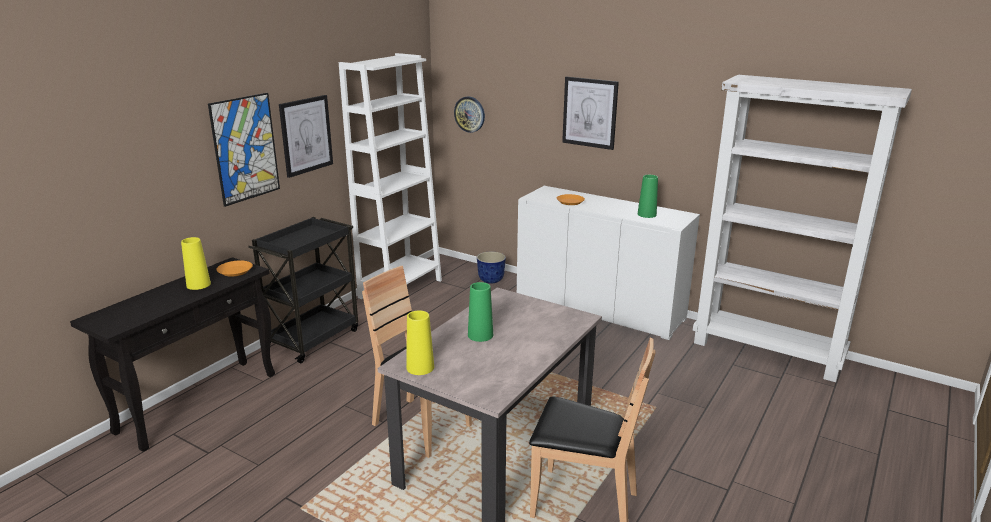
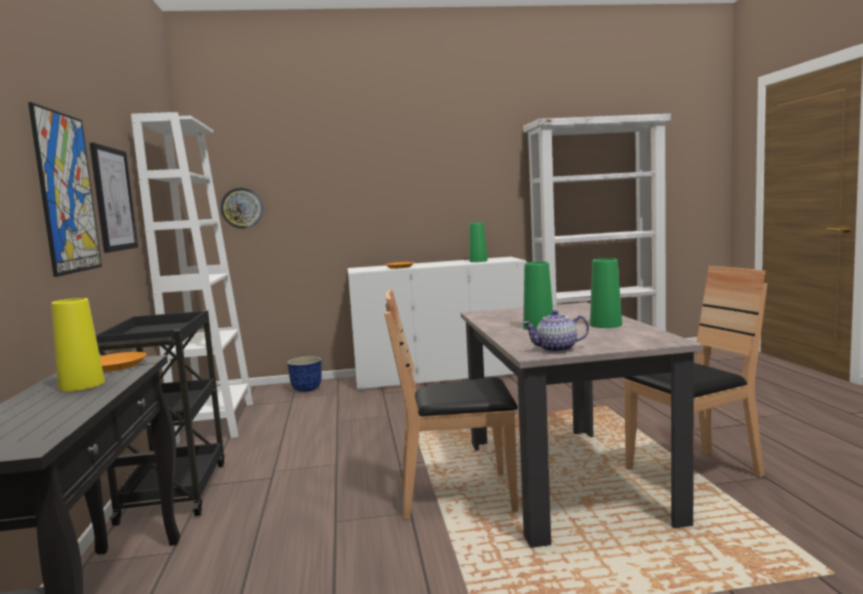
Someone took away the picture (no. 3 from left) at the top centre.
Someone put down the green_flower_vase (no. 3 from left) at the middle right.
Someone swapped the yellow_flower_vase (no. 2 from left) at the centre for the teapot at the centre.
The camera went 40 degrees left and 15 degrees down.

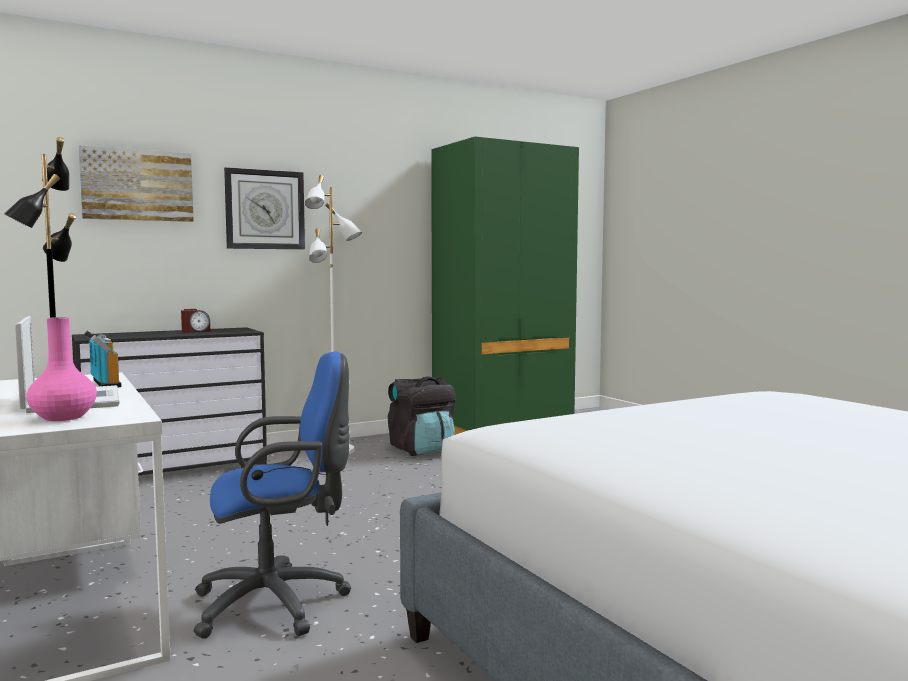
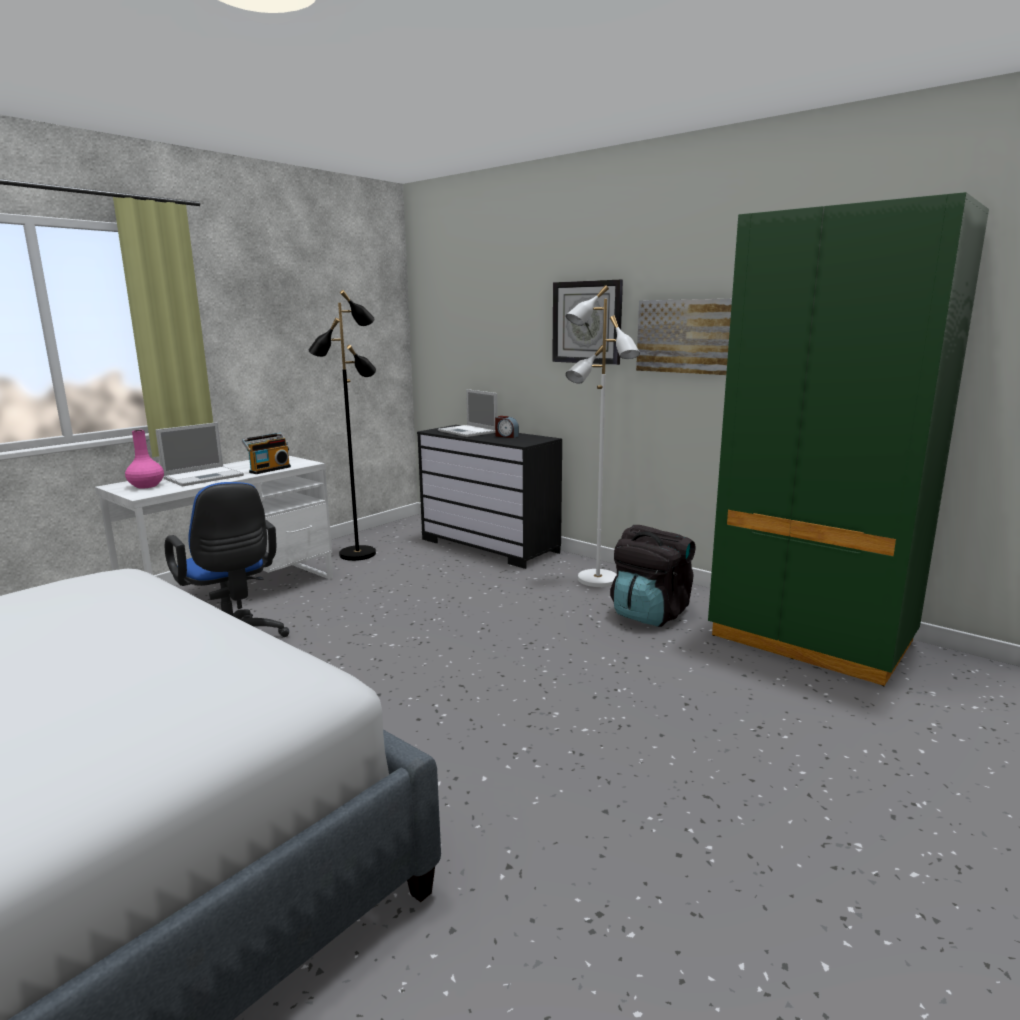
Someone put down the laptop (no. 2 from left) at the centre.
Someone carried the picture from the top left to the top right.
The camera went 70 degrees right and 10 degrees up.

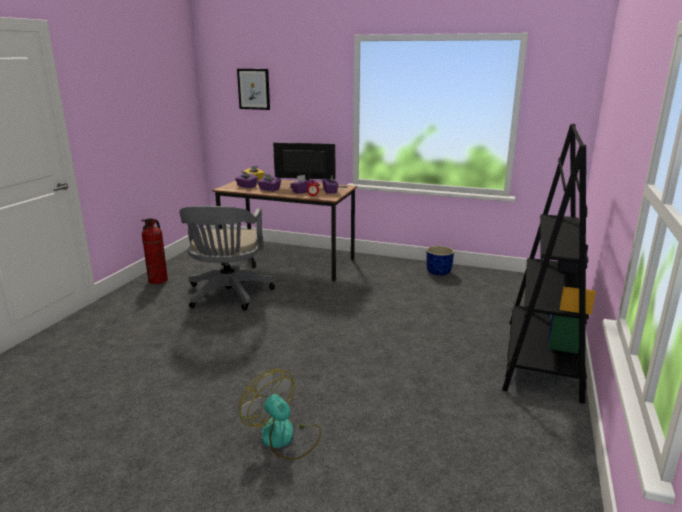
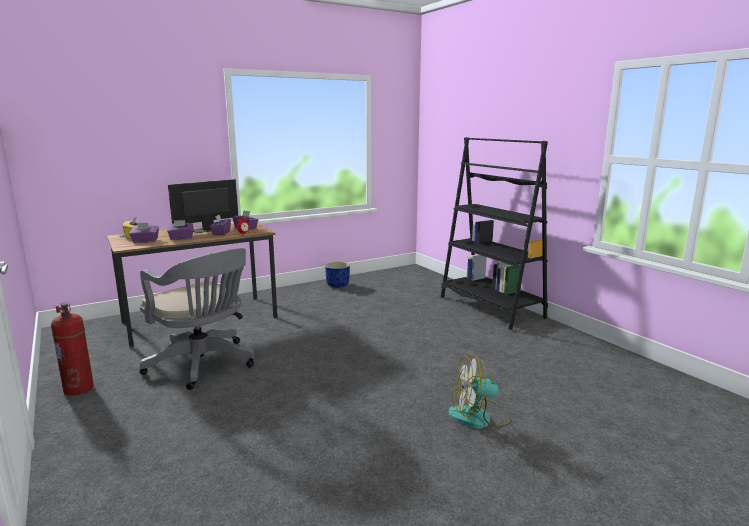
Someone took away the picture at the top centre.
The camera went 50 degrees left and 5 degrees down.

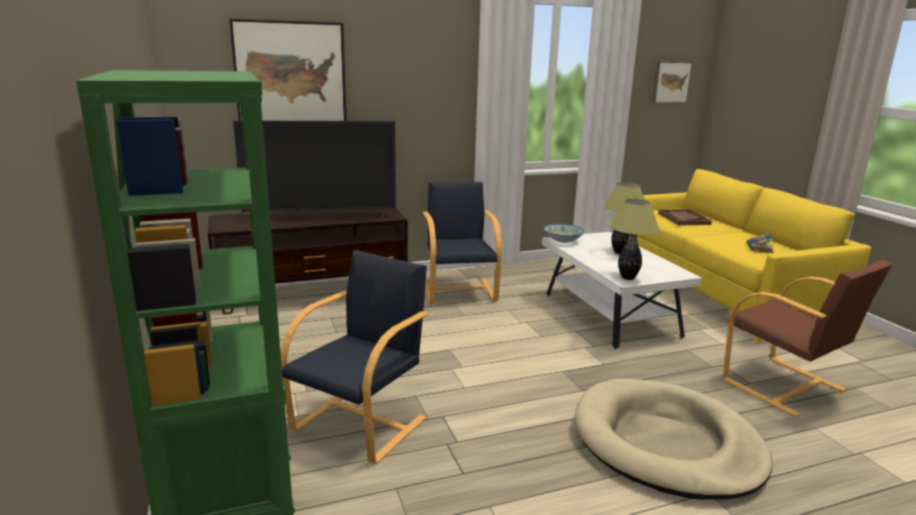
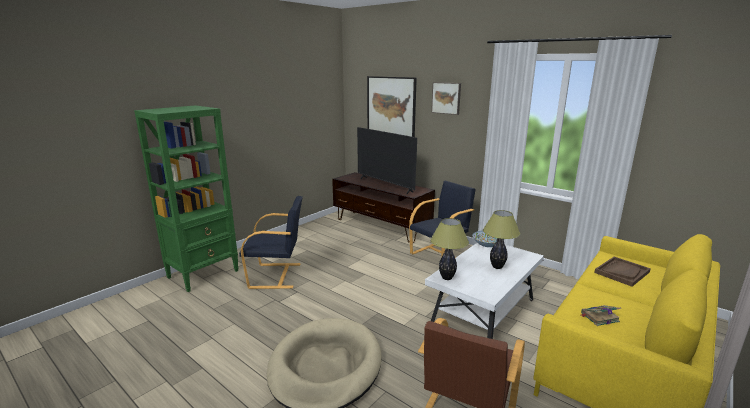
Someone carried the picture (no. 2 from left) from the top right to the top centre.
The camera went 60 degrees right and 0 degrees up.

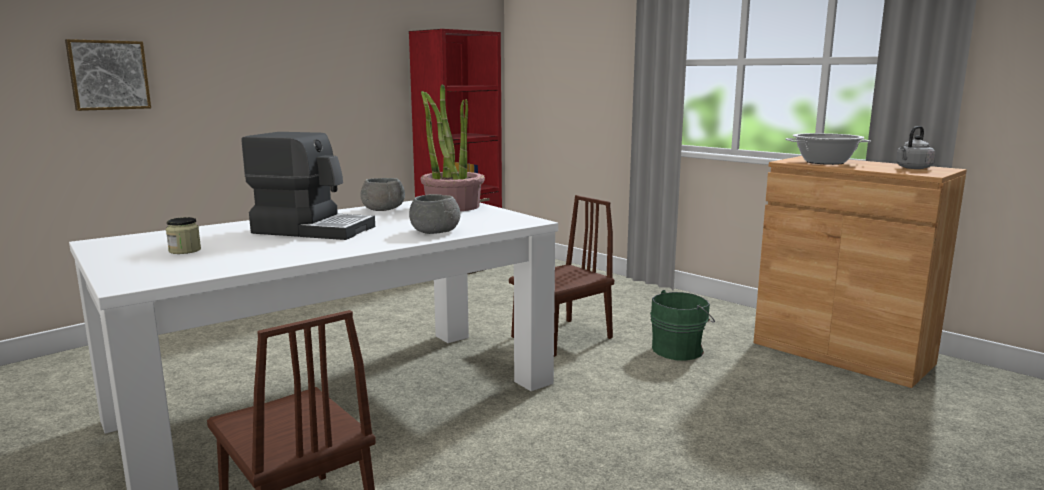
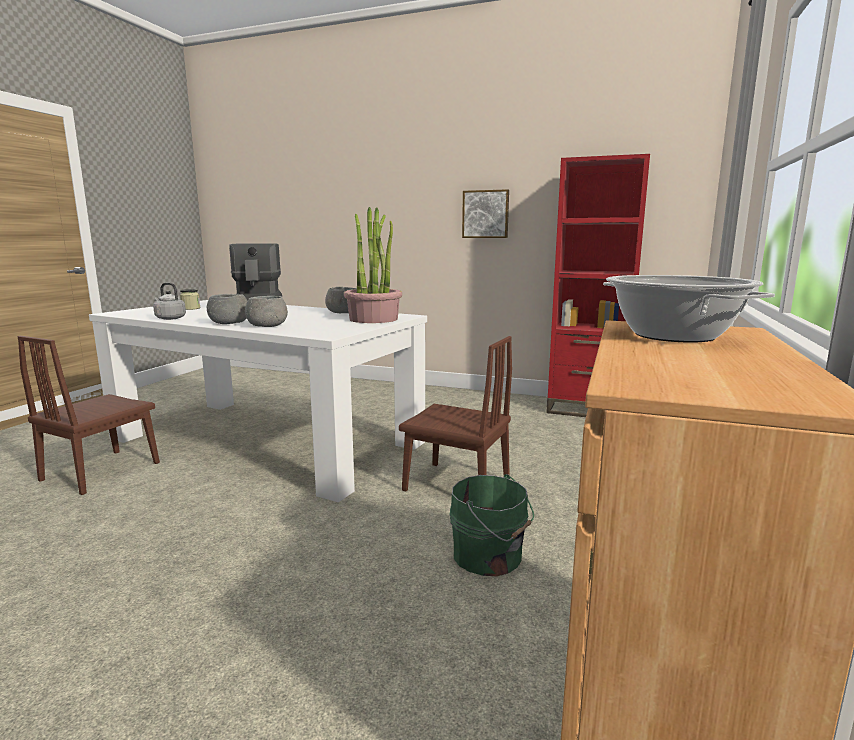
Someone put down the greyish_serving_bowl (no. 1 from left) at the middle left.
Someone carried the picture from the top left to the top centre.
Someone carried the greyish_water_kettle from the top right to the middle left.
The camera went 65 degrees right and 0 degrees up.

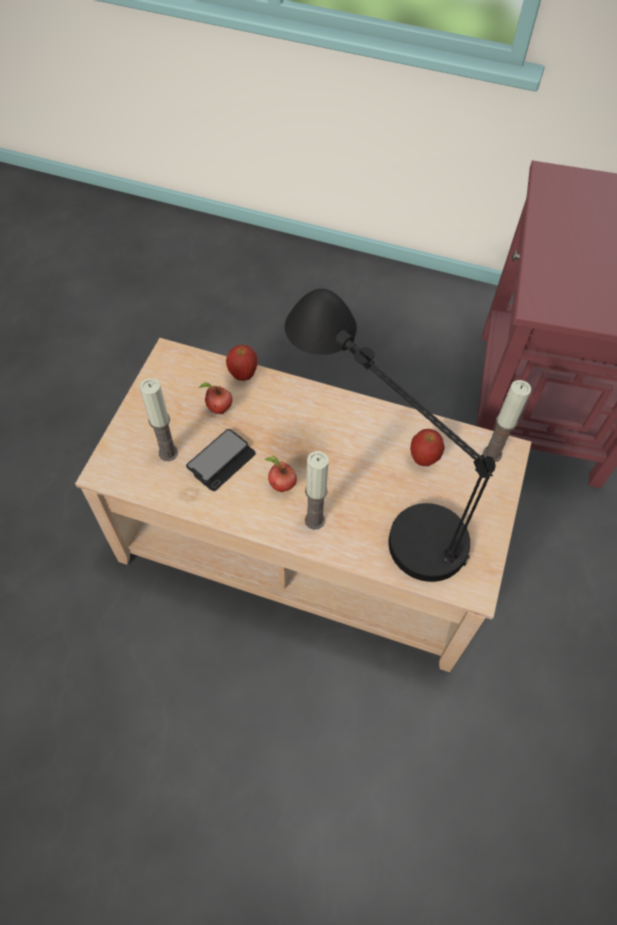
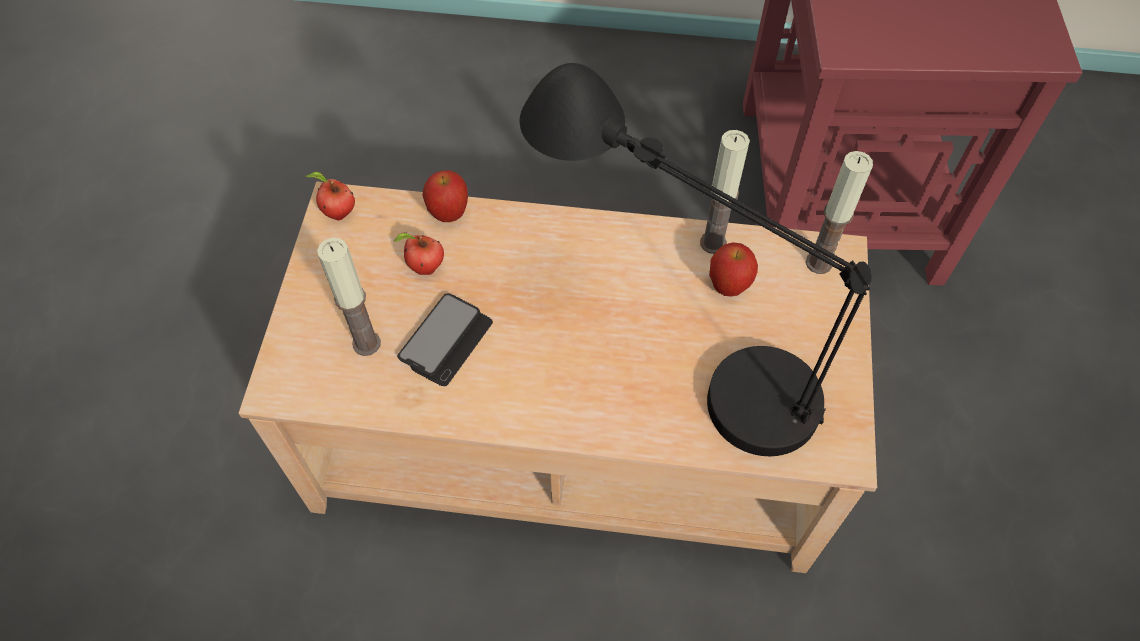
Someone carried the apple_fruit (no. 3 from left in the first image) from the centre to the top left.
Someone carried the candle (no. 2 from left) from the centre to the top centre.
The camera went 10 degrees left and 0 degrees up.

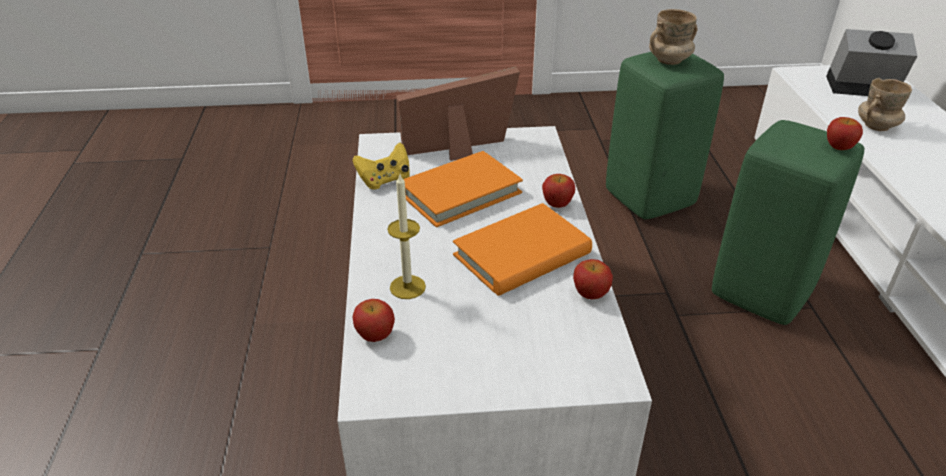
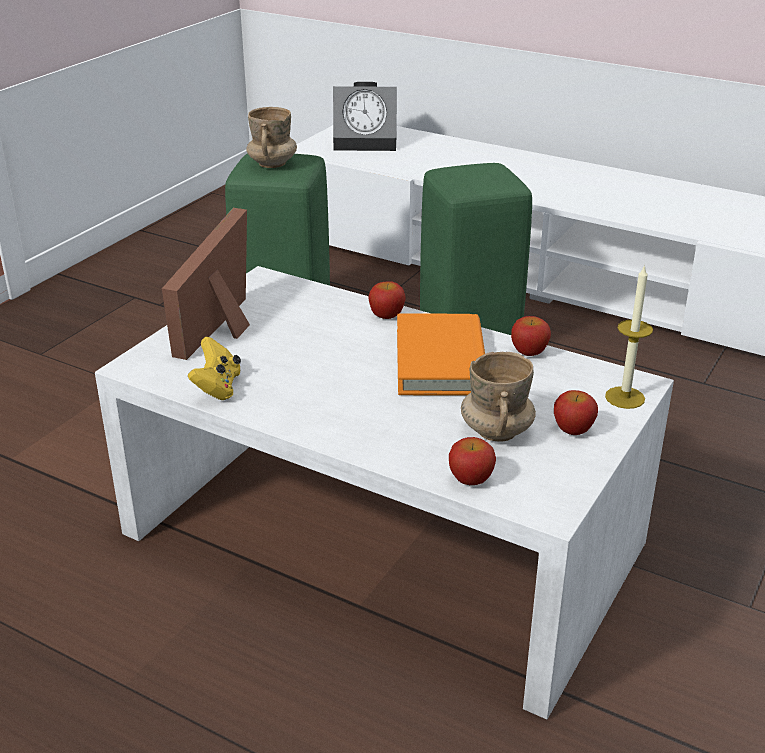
Someone took away the orange-coloured_volume (no. 1 from left) at the centre.
Someone carried the candle from the centre to the middle right.
Someone carried the apple_fruit (no. 4 from left) from the top right to the middle right.
Someone carried the sand-coloured_mug (no. 2 from left) from the top right to the centre.
Someone rotated the table_clock at the top right by 135 degrees counterclockwise.
The camera went 55 degrees left and 5 degrees down.

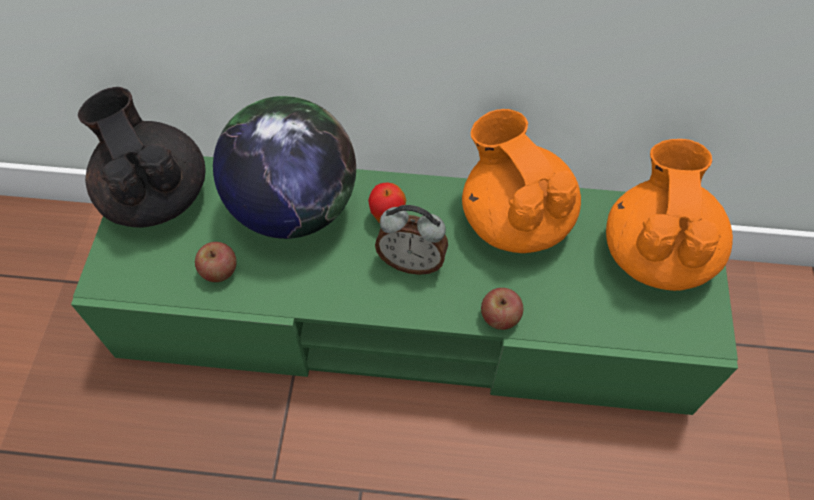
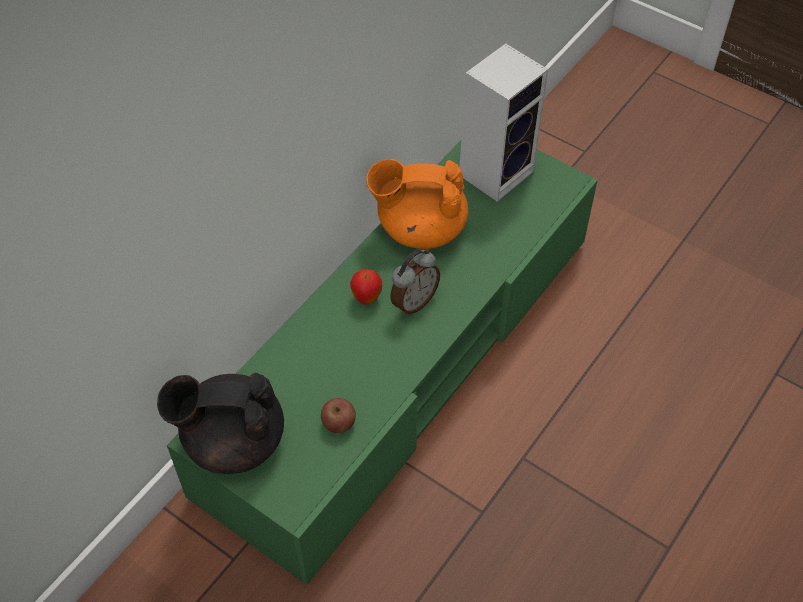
Someone took away the world_globe at the centre.
Someone took away the apple_fruit (no. 3 from left) at the centre.
Someone swapped the orange-coloured_teapot (no. 2 from left) at the middle right for the speaker at the top centre.
The camera went 60 degrees left and 5 degrees down.

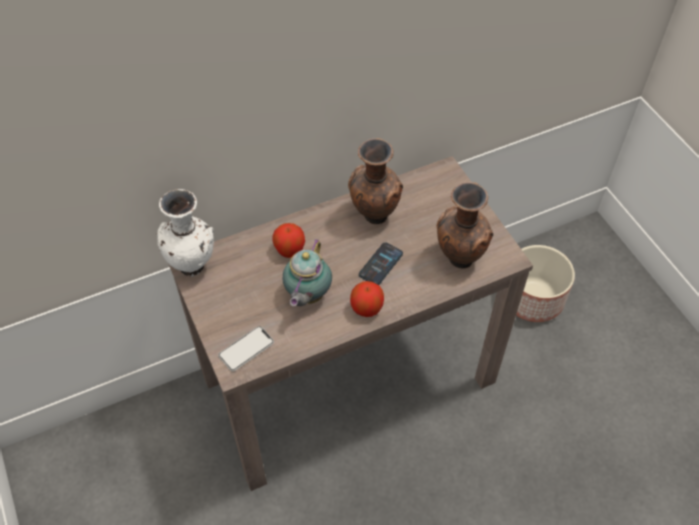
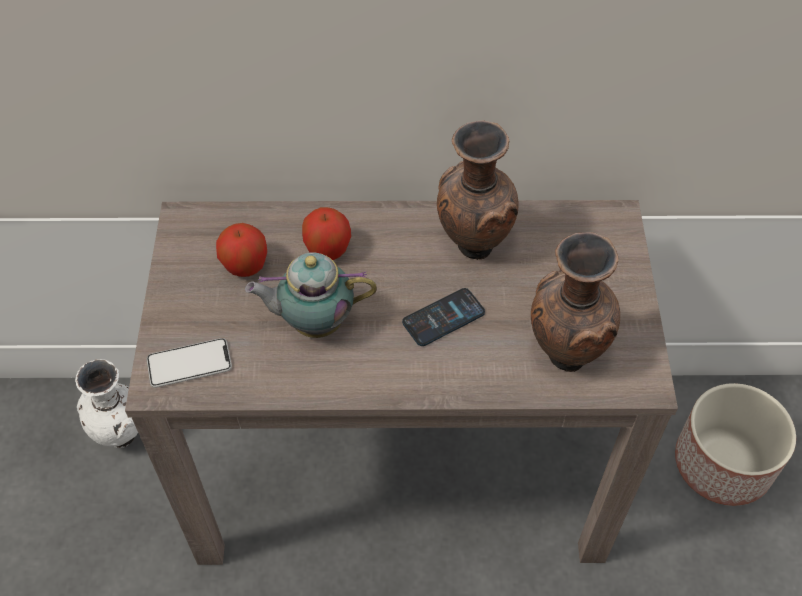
Someone carried the whitish_flower_vase from the middle left to the bottom left.
Someone carried the apple_fruit (no. 2 from left in the first image) from the centre to the middle left.
Someone rotated the teapot at the centre by 45 degrees clockwise.
The camera went 25 degrees right and 0 degrees up.

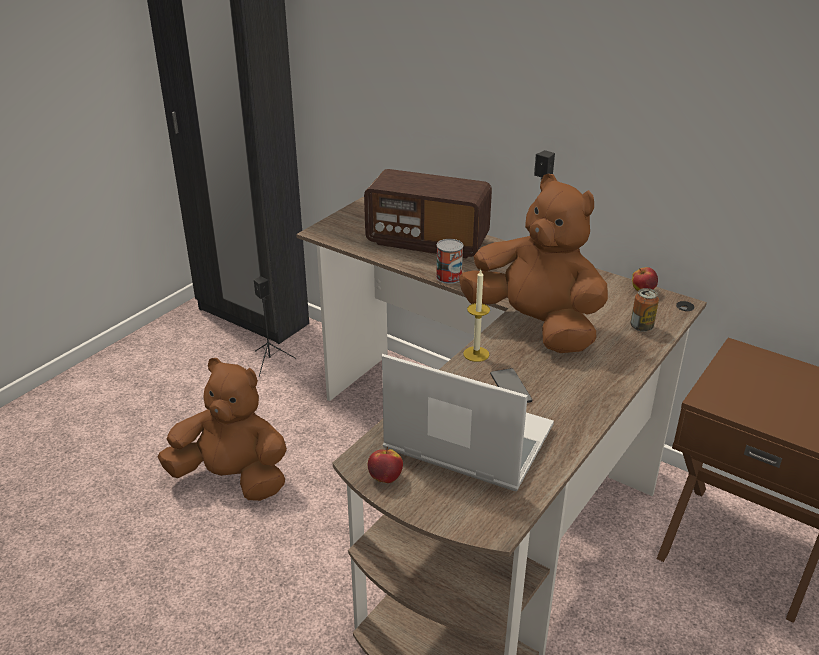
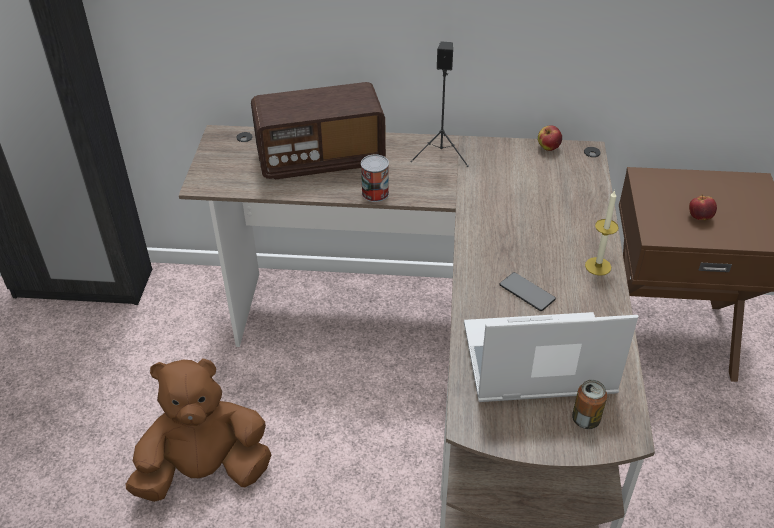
Someone took away the black-coloured_speaker (no. 1 from left) at the centre.
Someone took away the brownish_plush_toy (no. 2 from left) at the centre.
Someone carried the apple_fruit (no. 1 from left in the first image) from the bottom centre to the middle right.
Someone carried the candle from the centre to the middle right.
Someone carried the can (no. 2 from left) from the middle right to the bottom right.
The camera went 30 degrees left and 10 degrees up.

